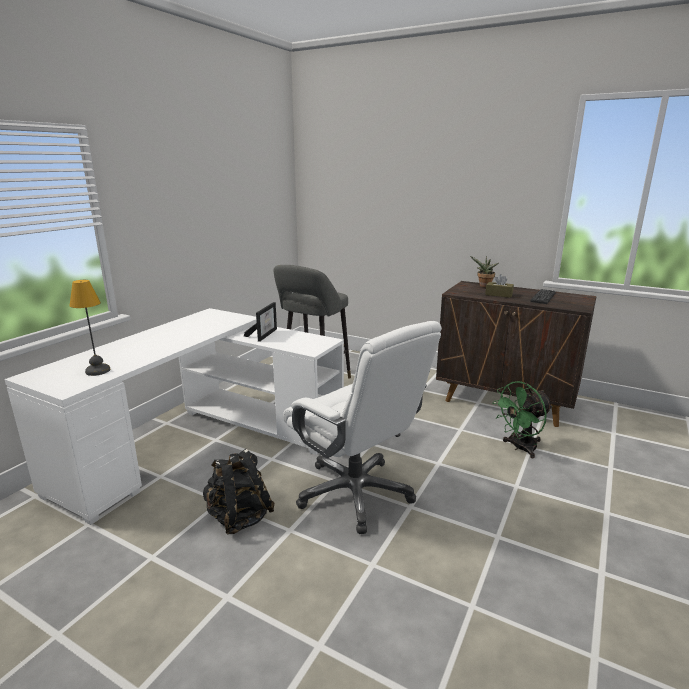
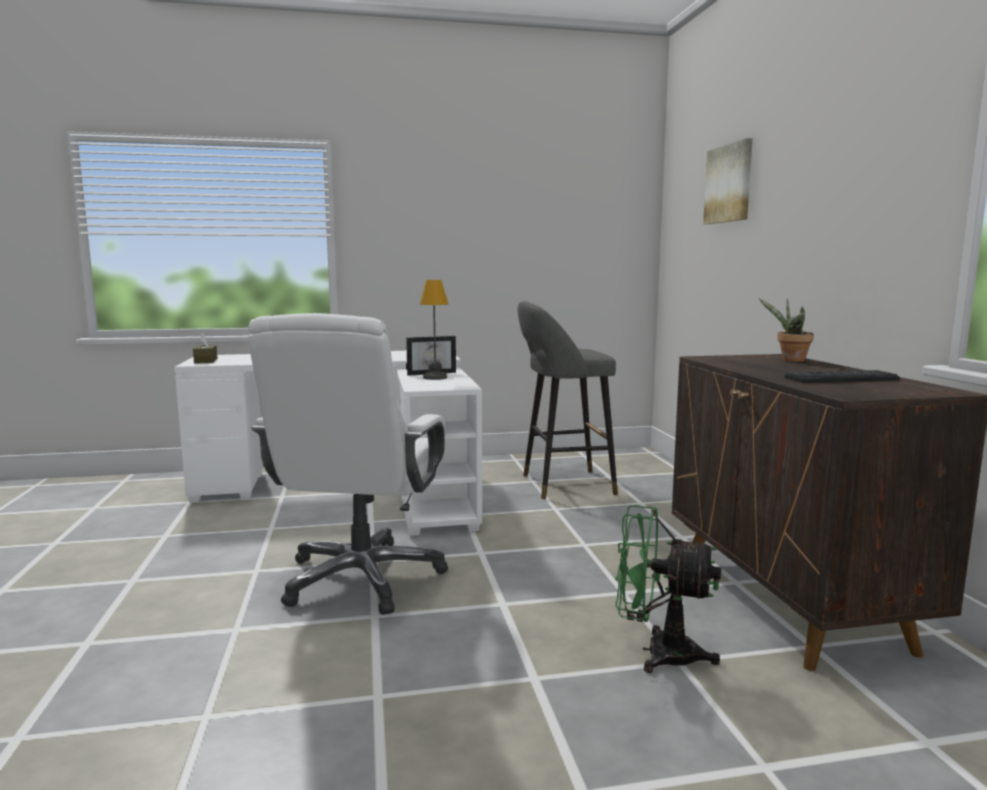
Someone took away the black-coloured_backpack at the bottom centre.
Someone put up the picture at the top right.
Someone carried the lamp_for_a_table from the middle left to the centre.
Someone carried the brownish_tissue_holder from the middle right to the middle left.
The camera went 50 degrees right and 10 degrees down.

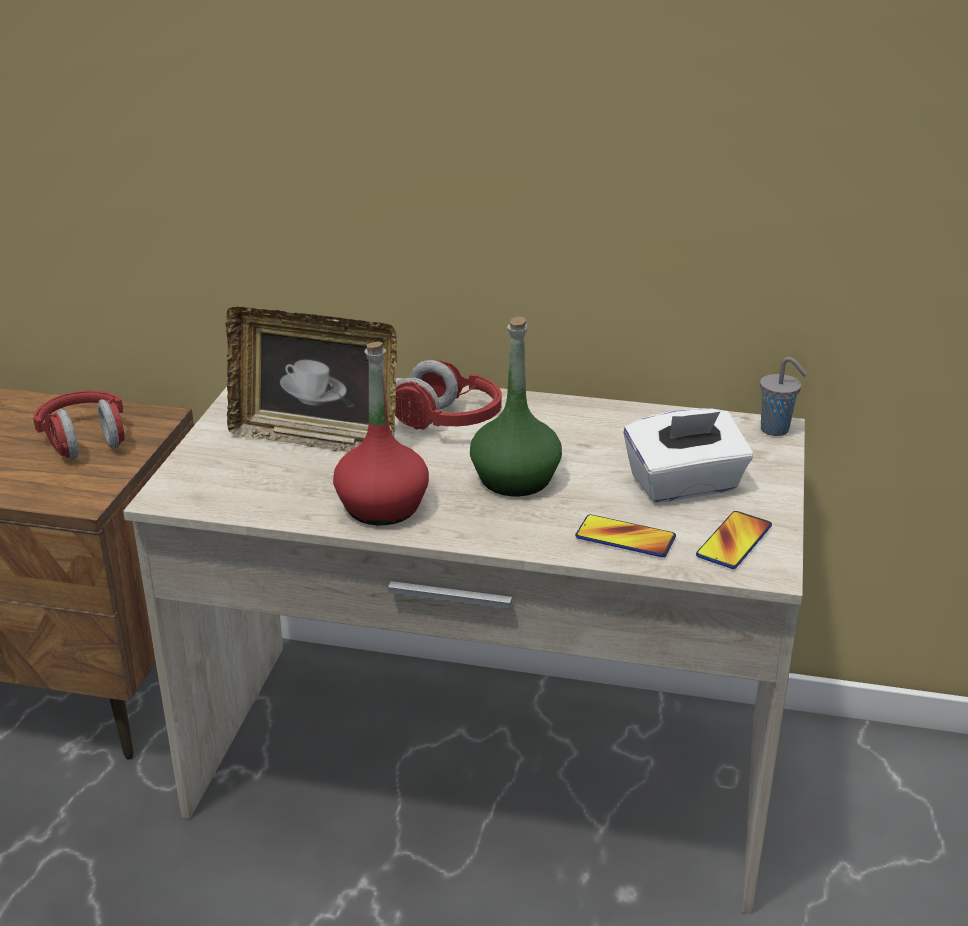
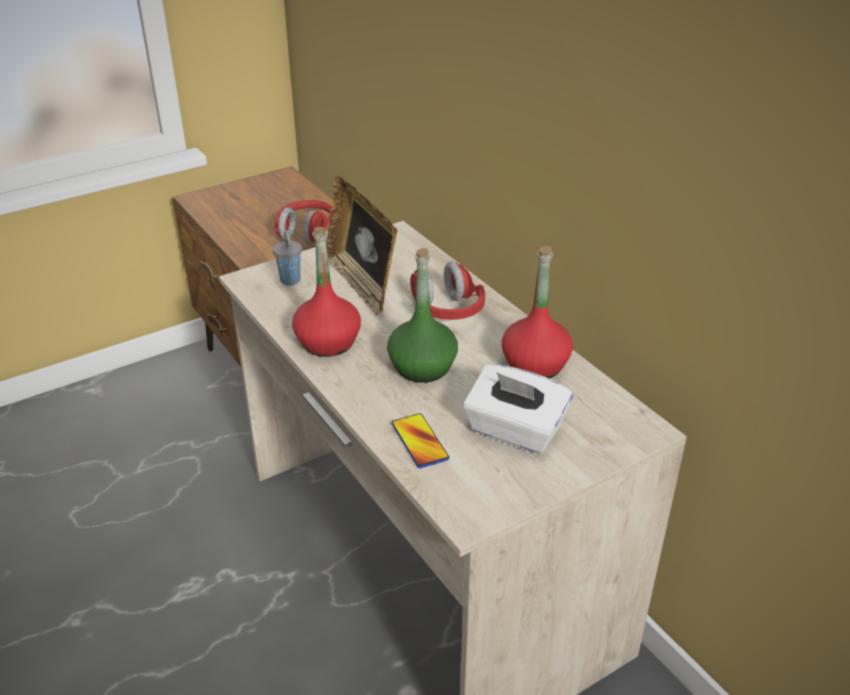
Someone took away the phone (no. 2 from left) at the middle right.
Someone put down the red-coloured_beverage_bottle (no. 2 from left) at the centre.
Someone carried the greyish_small_cup from the middle right to the centre.
The camera went 45 degrees right and 5 degrees up.

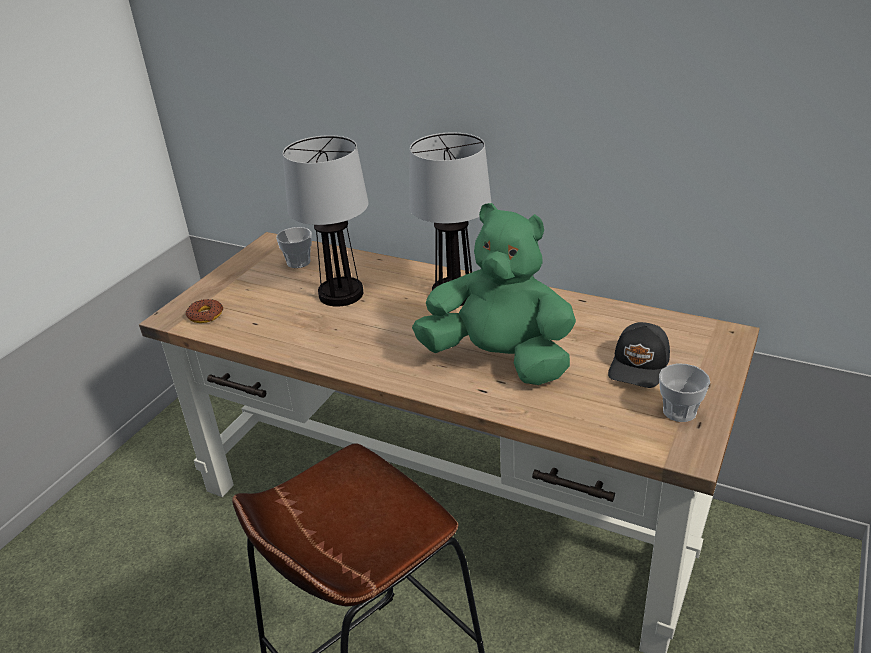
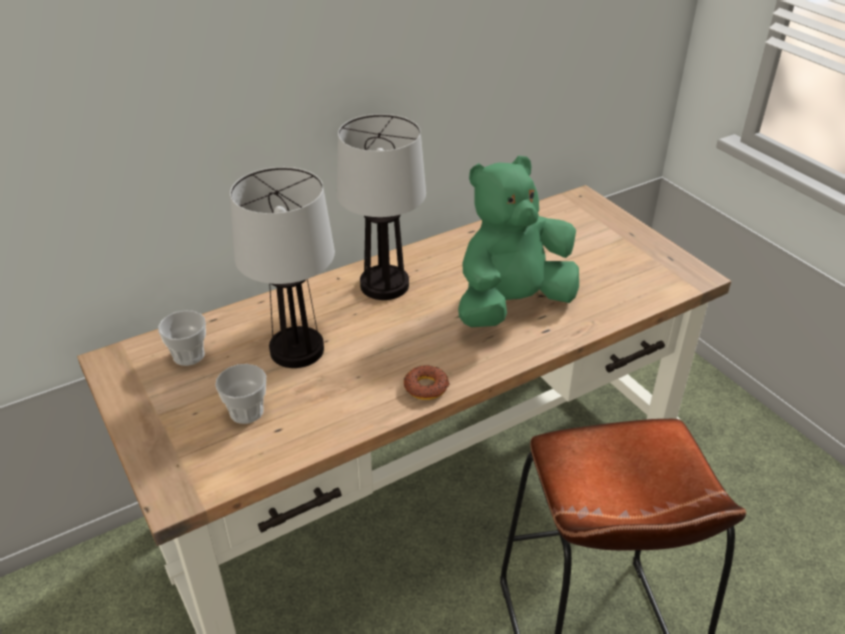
Someone took away the black-coloured_peaked_cap at the middle right.
Someone carried the ring_doughnut from the middle left to the centre.
Someone carried the small_cup (no. 2 from left) from the middle right to the middle left.
The camera went 60 degrees left and 5 degrees up.

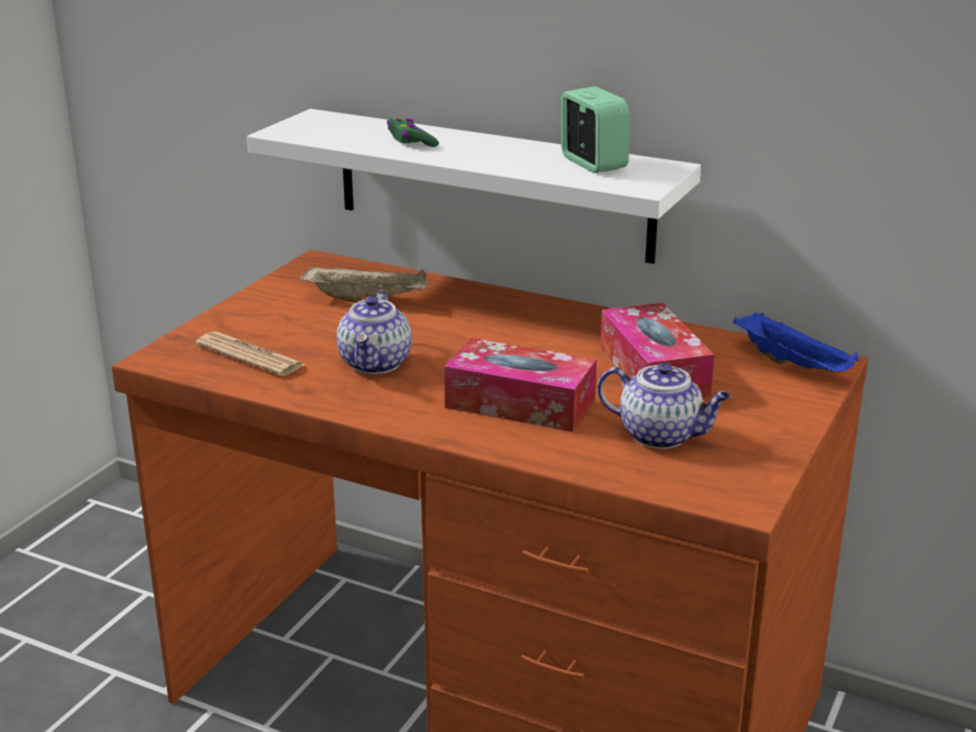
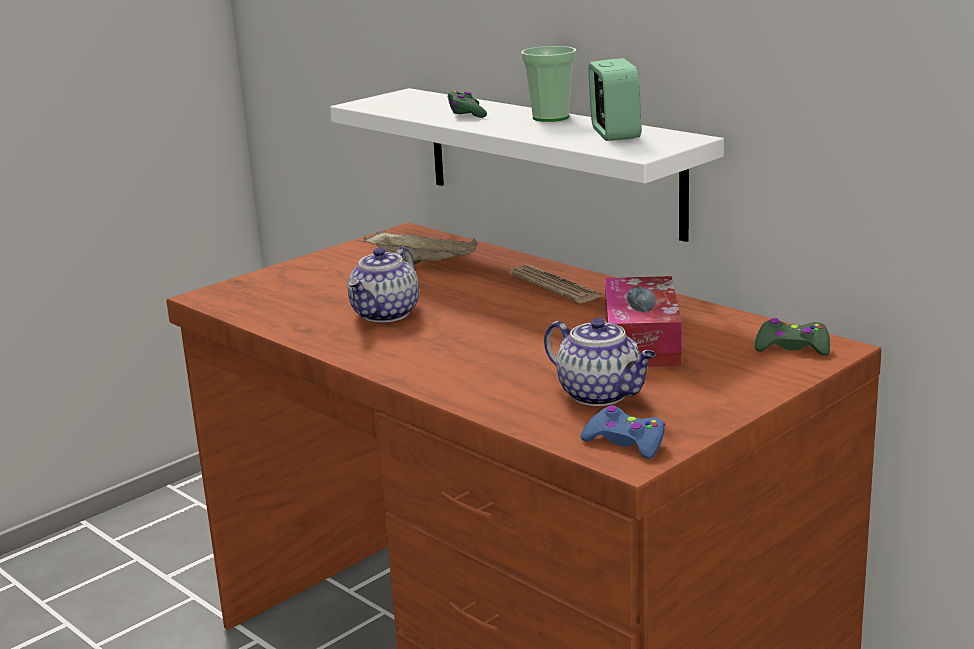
Someone took away the tissue_holder (no. 1 from left) at the centre.
Someone put down the small_cup at the top centre.
Someone put down the blue-coloured_game_controller at the centre.
Someone carried the newspaper from the middle left to the centre.
Someone swapped the blue-coloured_serving_tray at the middle right for the green_game_controller (no. 2 from left) at the middle right.
The camera went 20 degrees right and 5 degrees down.

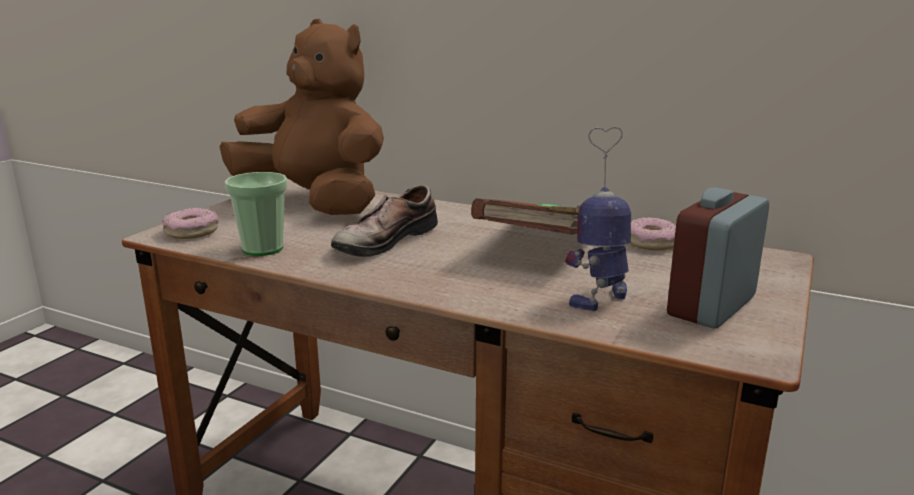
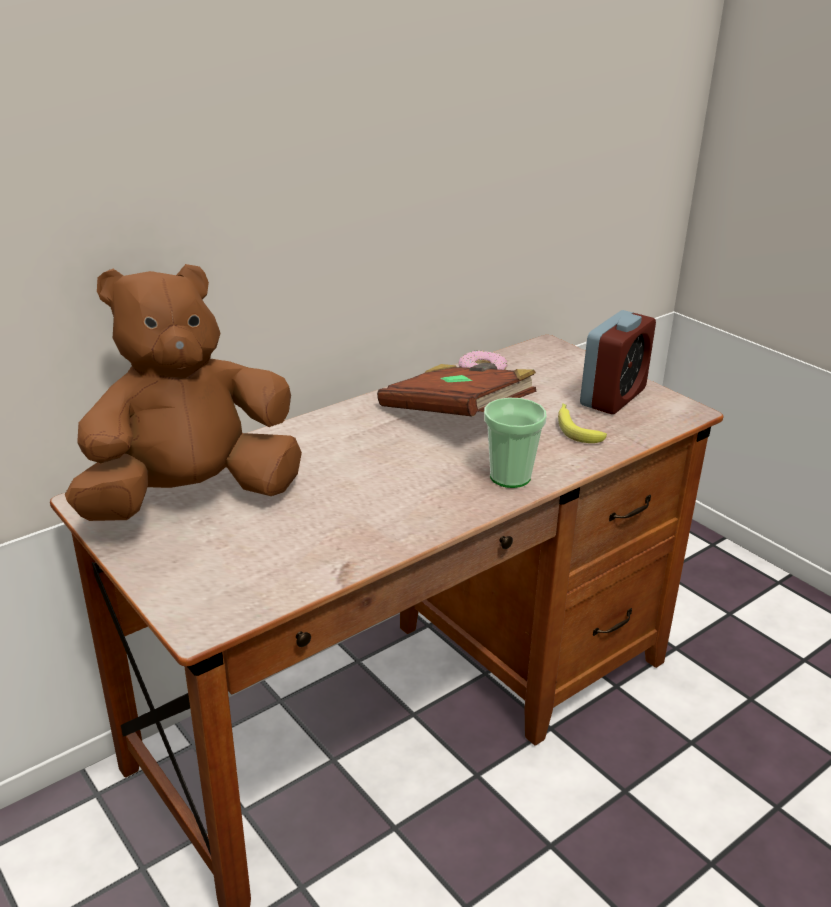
Someone took away the ring_doughnut (no. 1 from left) at the middle left.
Someone took away the shoe at the centre.
Someone carried the small_cup from the middle left to the centre.
Someone swapped the toy_robot at the centre for the banana_fruit at the middle right.
Someone rotated the table_clock at the middle right by 120 degrees counterclockwise.
The camera went 65 degrees left and 10 degrees up.

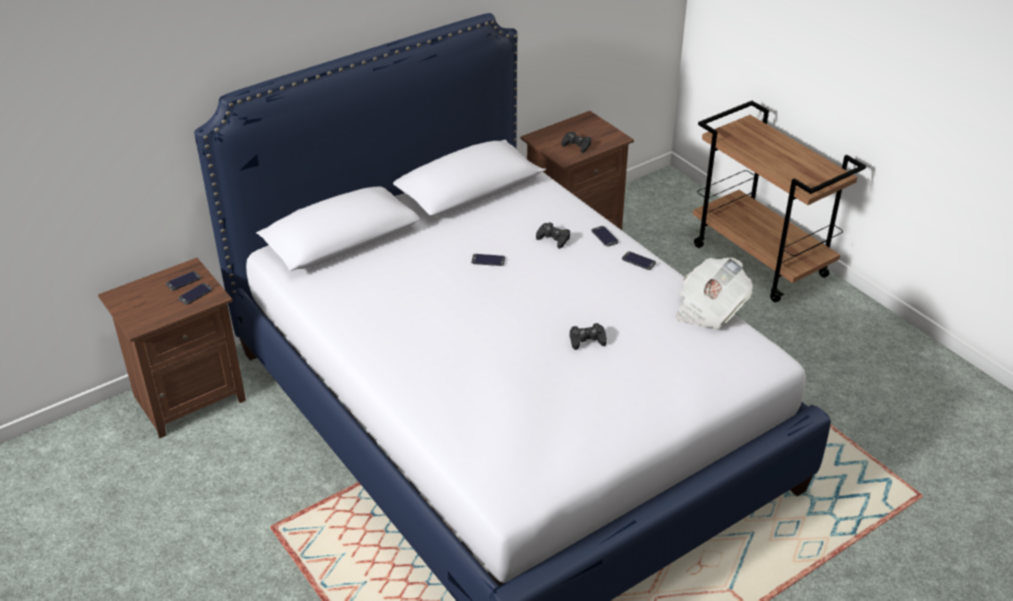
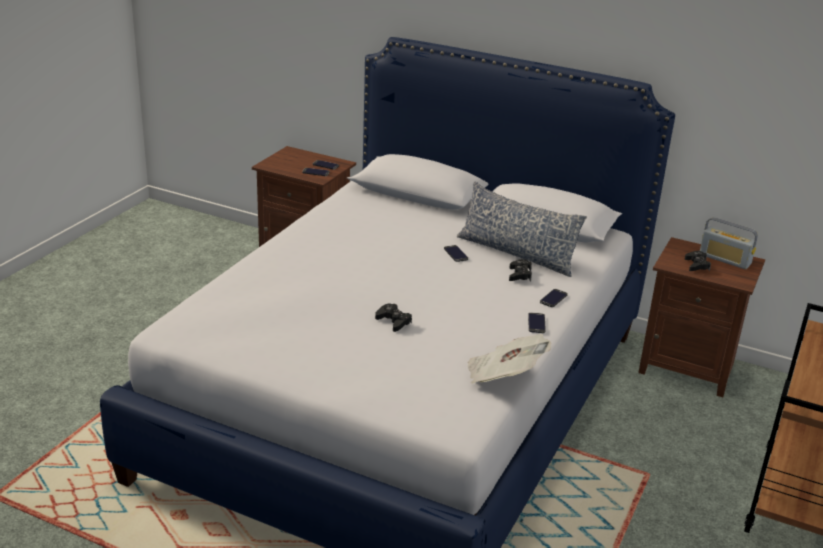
Someone put down the cushion at the centre.
Someone put down the radio_set at the middle right.
The camera went 60 degrees right and 10 degrees down.

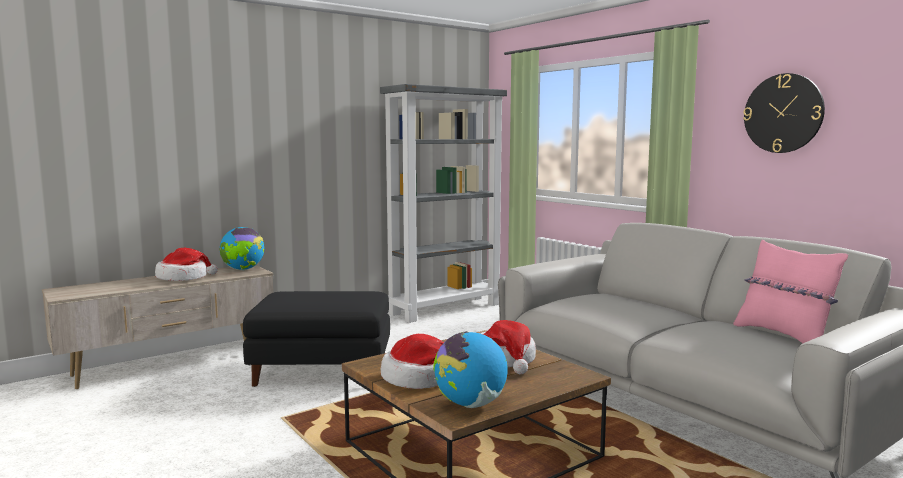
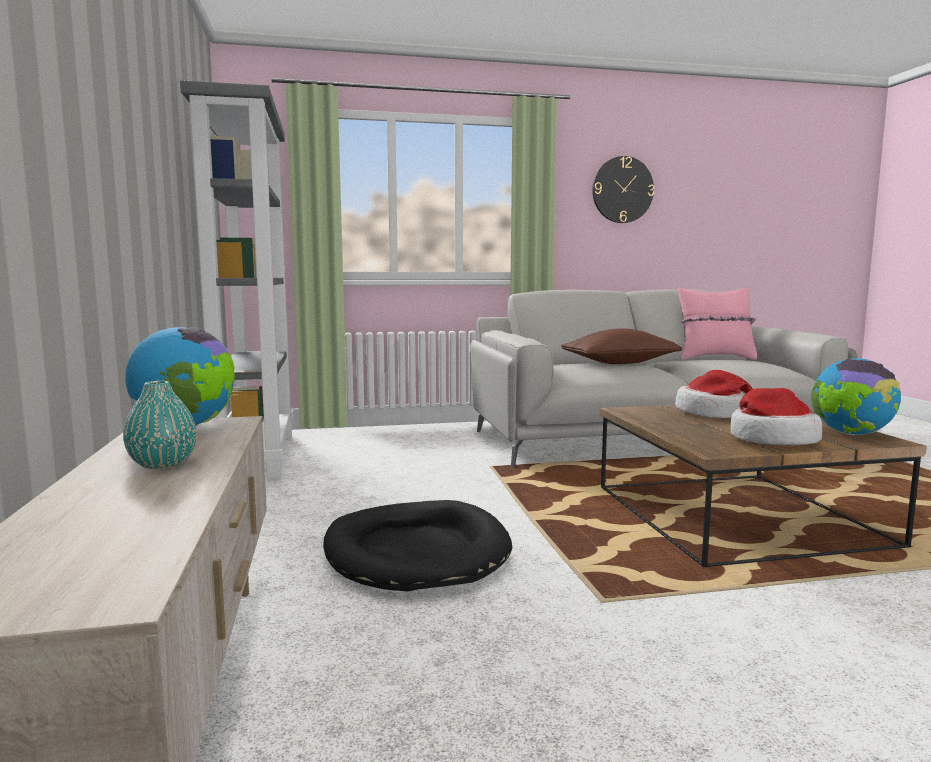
Someone put down the brownish_cushion at the middle right.
Someone swapped the wearable_hat (no. 1 from left) at the middle left for the blue-green_flower_vase at the middle left.
Someone swapped the black-coloured_footrest at the bottom centre for the black-coloured_pet_bed at the bottom centre.
The camera went 65 degrees left and 0 degrees up.

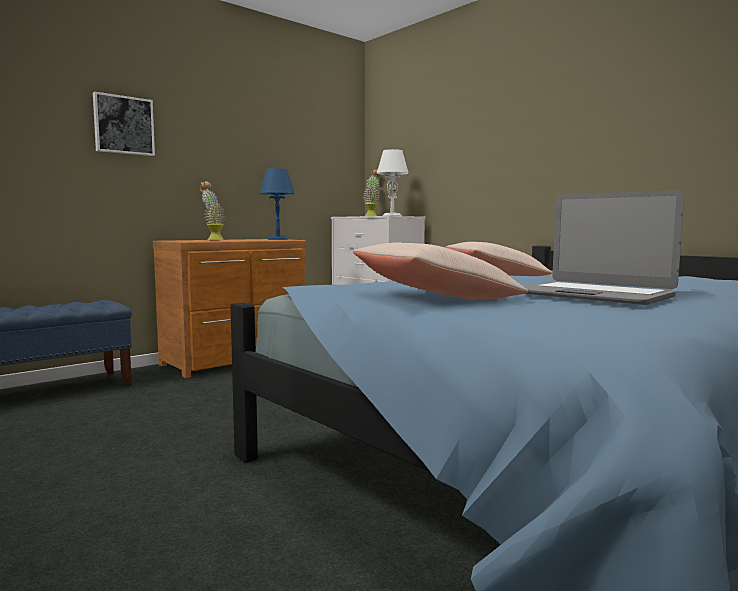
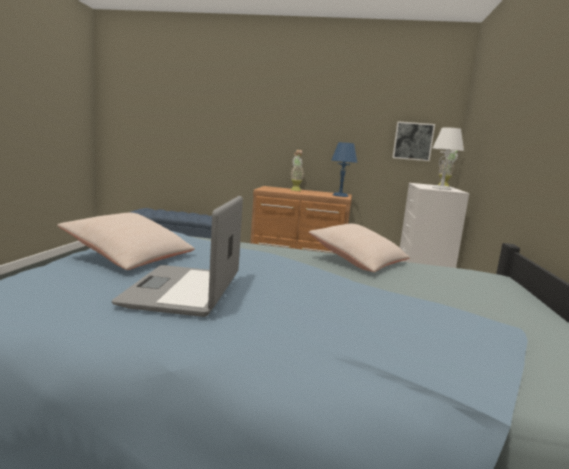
Someone carried the picture from the top left to the top right.
The camera went 50 degrees right and 5 degrees up.

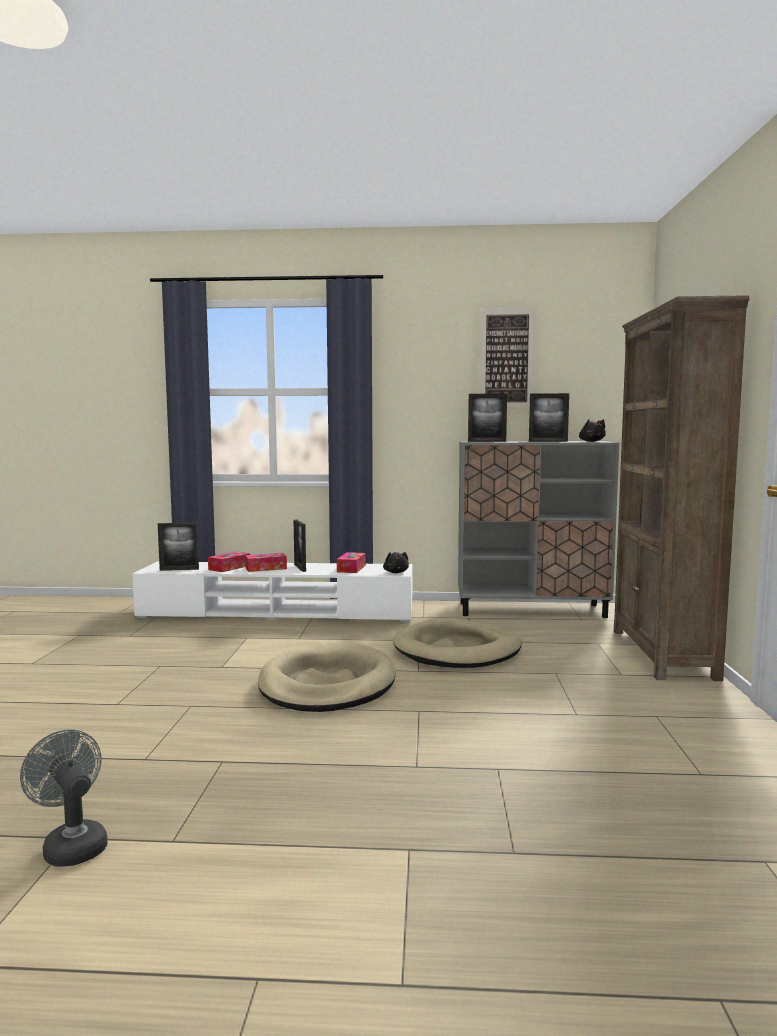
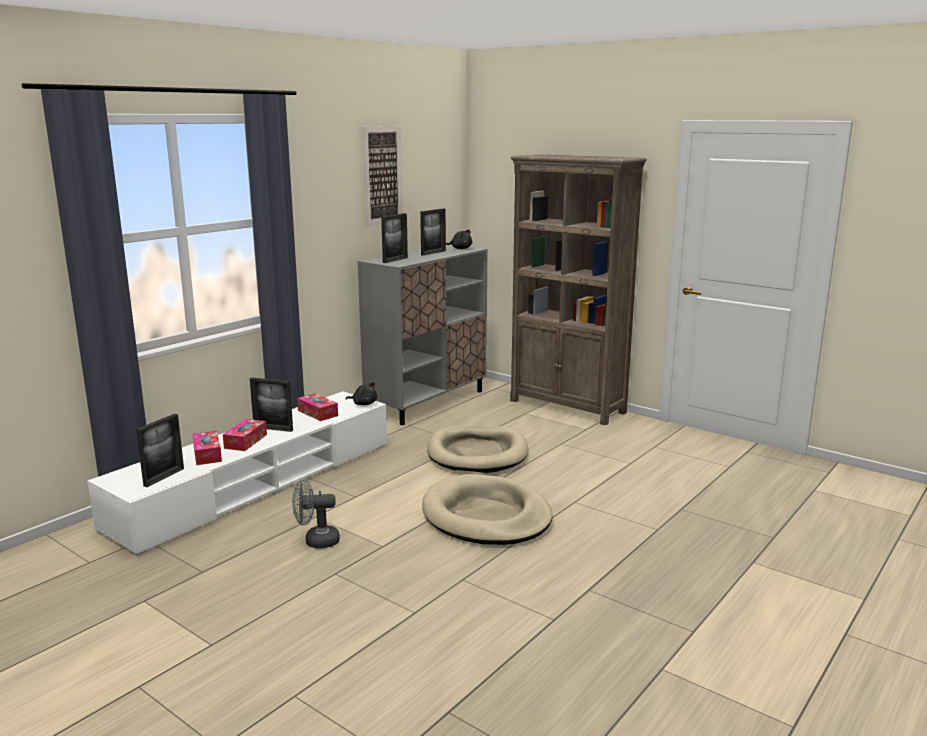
Someone carried the greyish_electric_fan from the bottom left to the bottom centre.
The camera went 55 degrees left and 10 degrees up.

